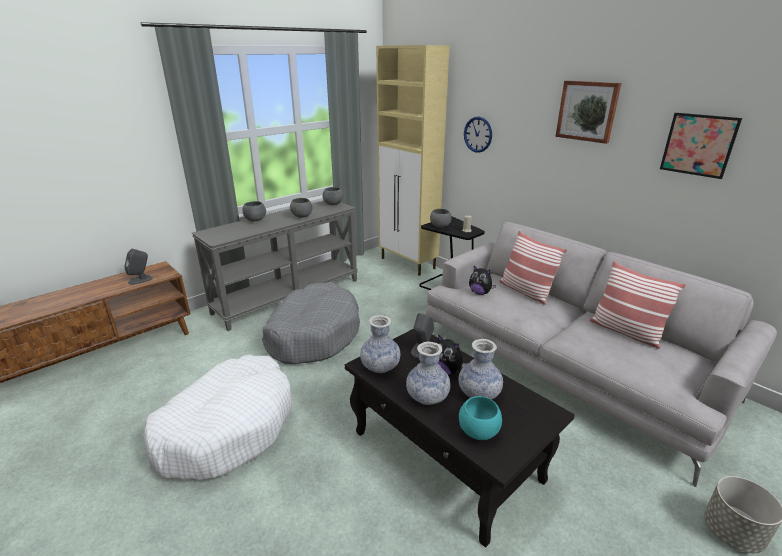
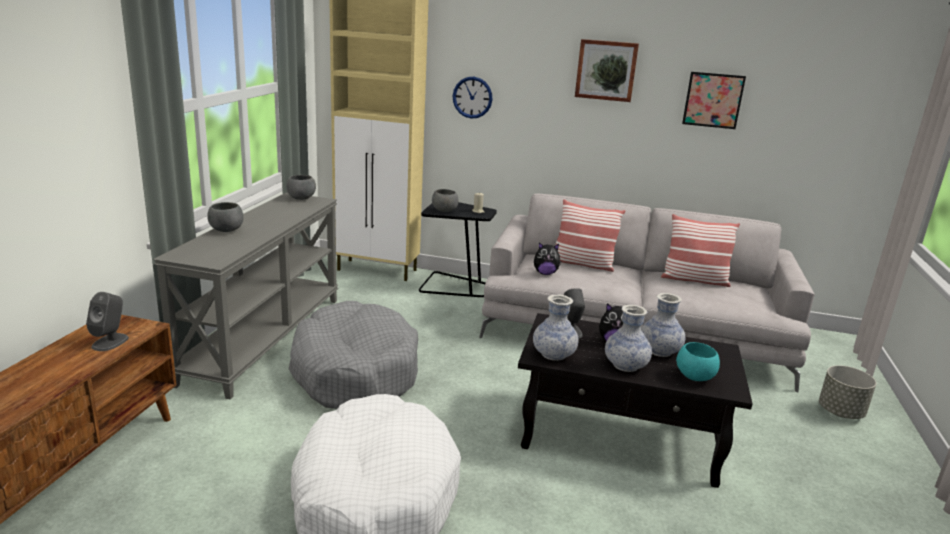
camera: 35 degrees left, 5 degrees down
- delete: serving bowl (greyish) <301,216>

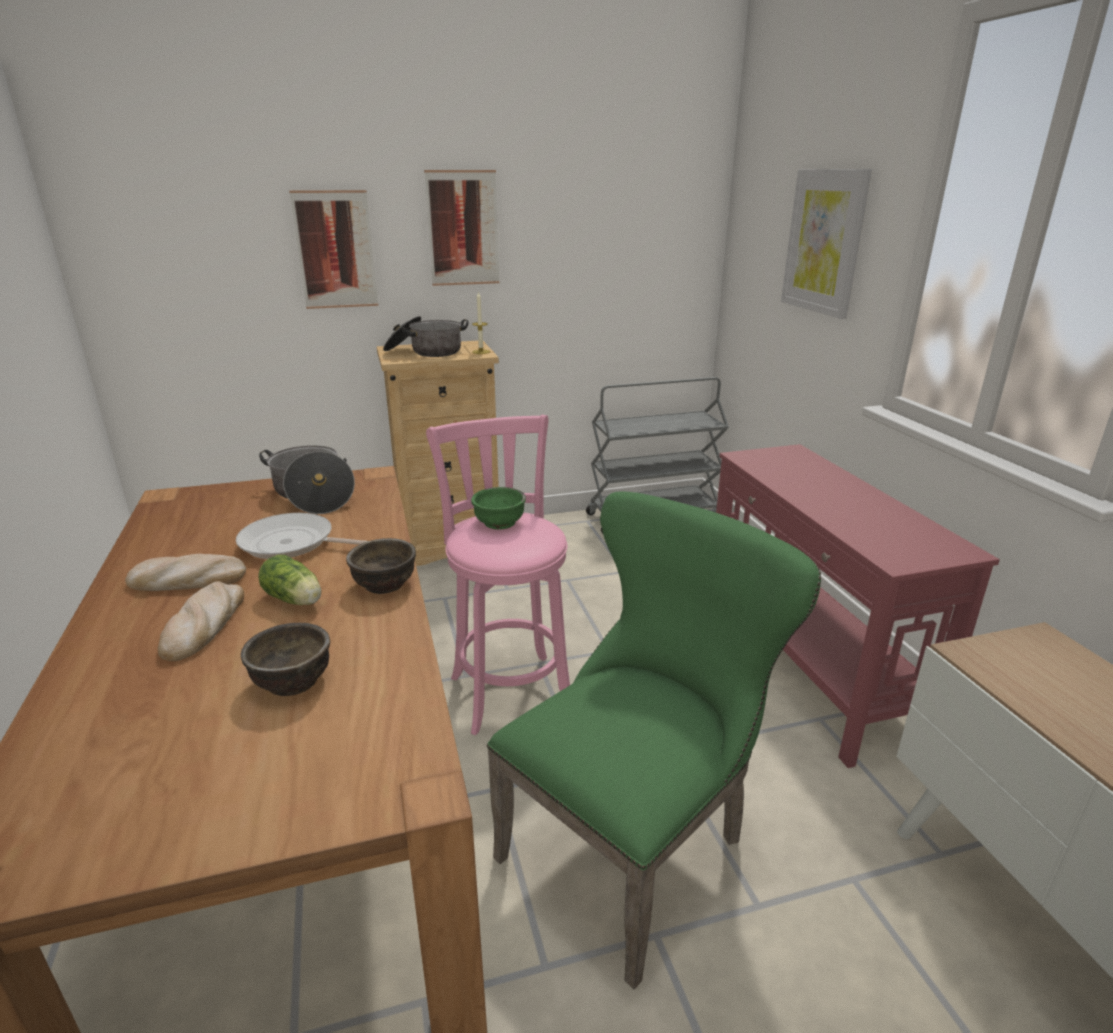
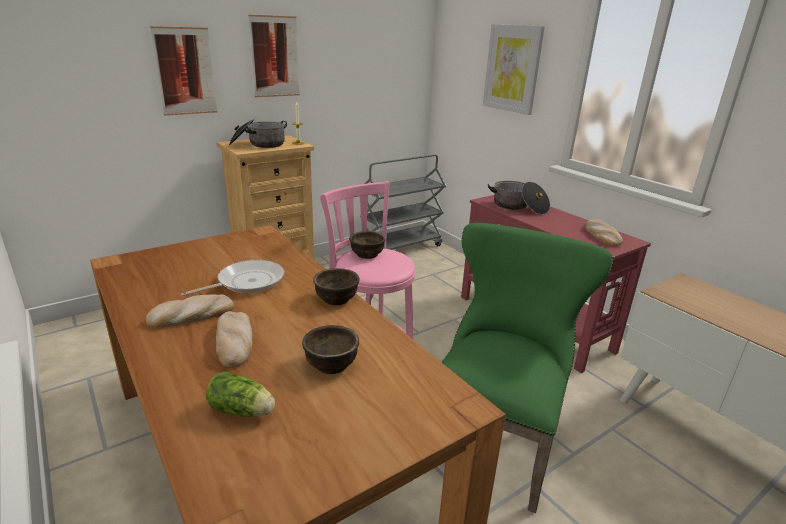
camera: 20 degrees left, 0 degrees up
- move: stockpot <312,495> to <518,207>
- recolor: serving bowl (green-coloured) <500,523> to serving bowl (brownish) <367,254>
- rotate: skillet <292,543> = <247,282> 150 degrees clockwise
- move: lettuce head <295,600> to <243,411>
- insert: bakery bread <601,235>

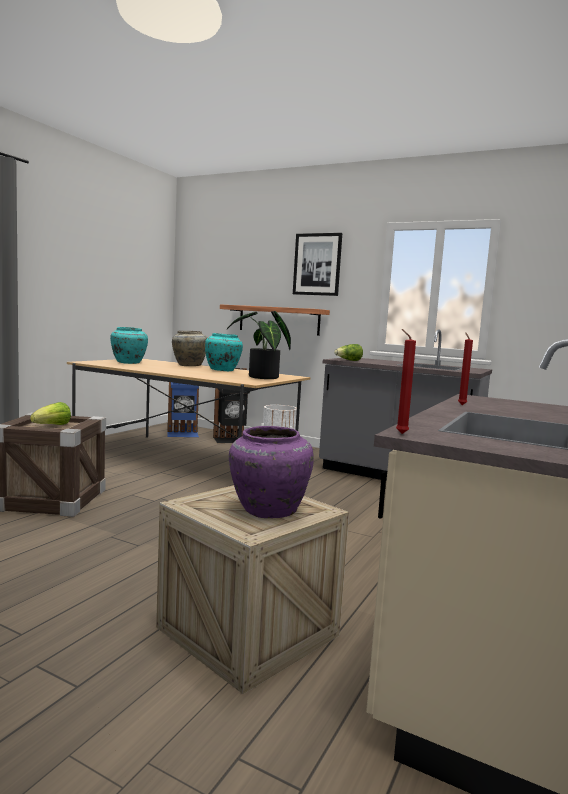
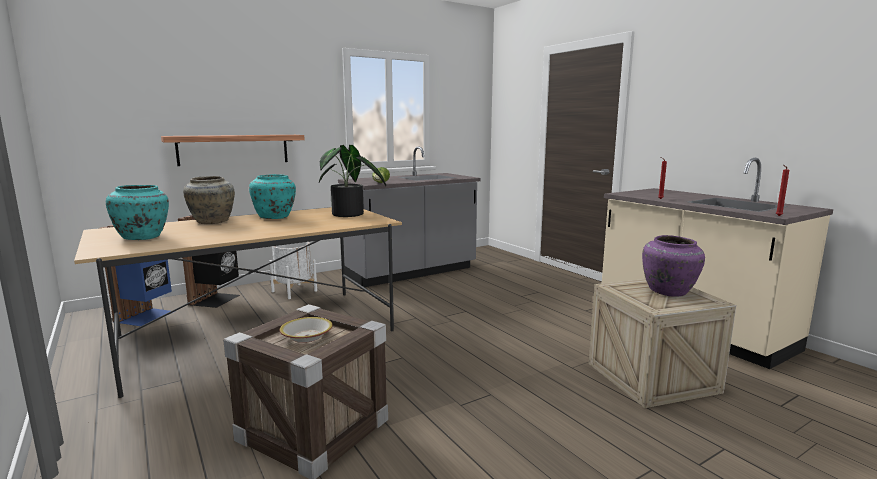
camera: 60 degrees left, 5 degrees up
- delete: picture <317,264>
- replace: lettuce head <52,426> to serving bowl <307,336>

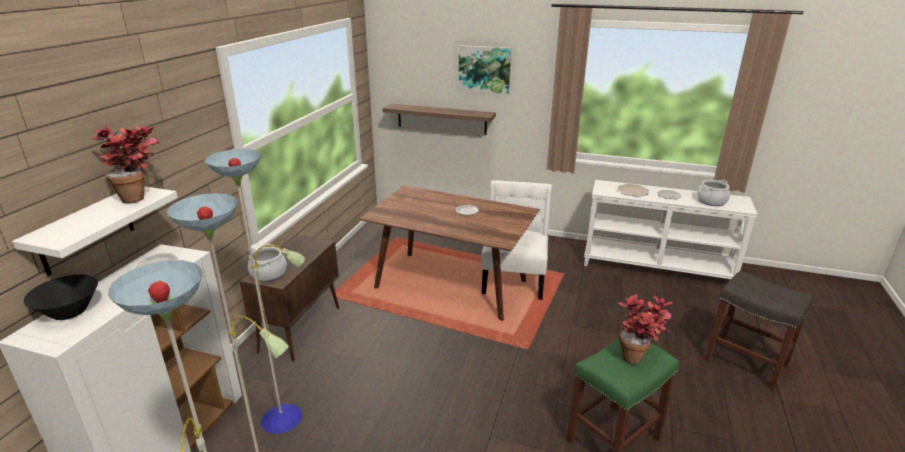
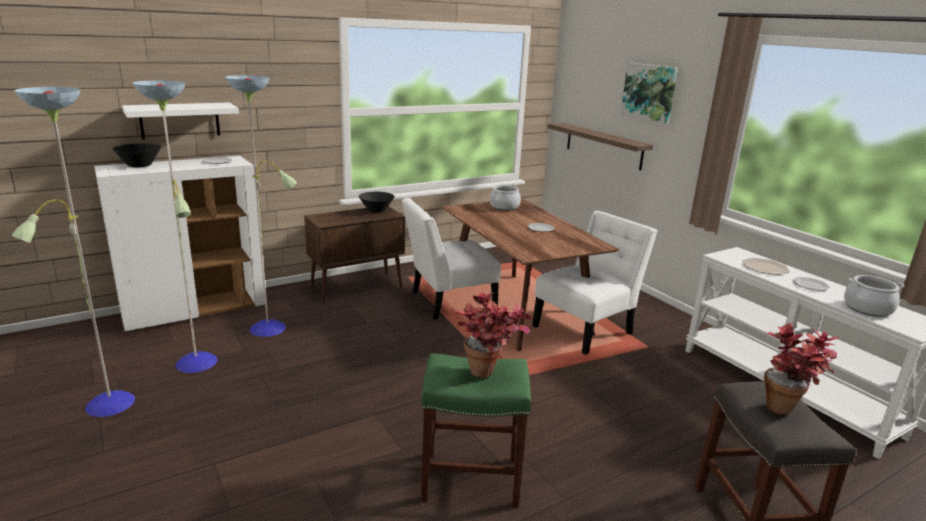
camera: 40 degrees right, 5 degrees down
- move: plant in a pot <142,197> to <787,408>
- move: stockpot <268,274> to <504,207>
- insert: serving bowl (black-coloured) <376,210>
- insert: upright chair (white-coloured) <448,302>

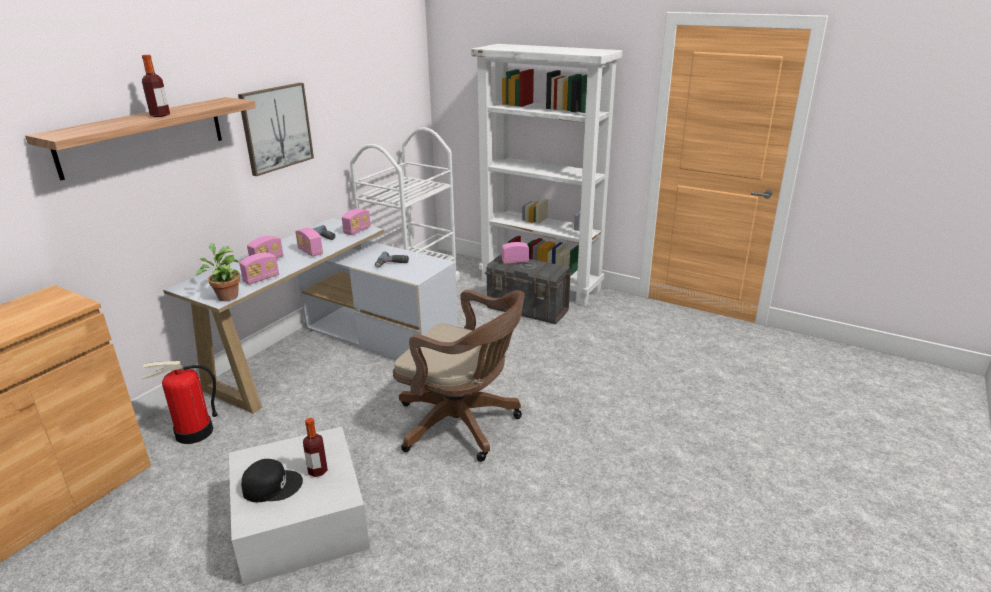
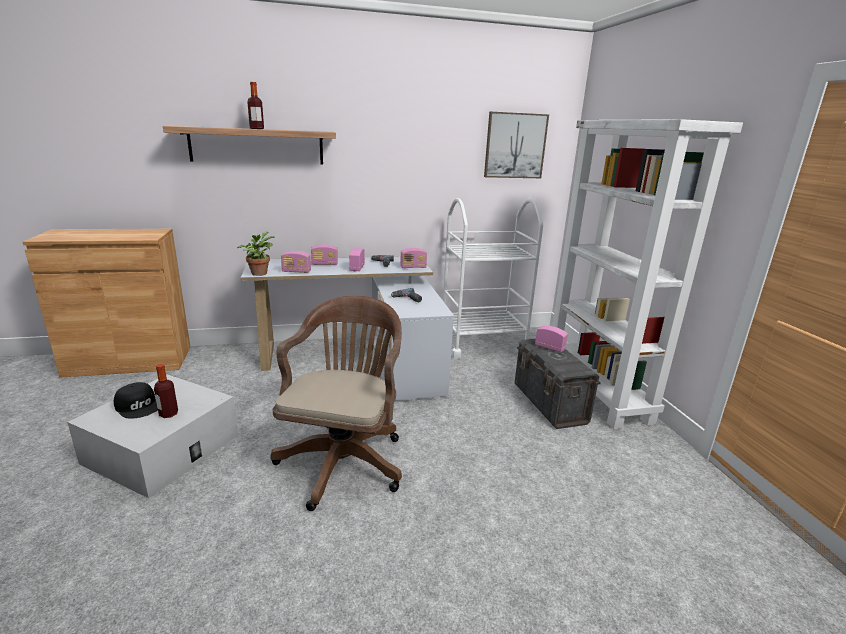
camera: 45 degrees right, 5 degrees down
- move: picture <276,128> to <515,146>
- rotate: desk chair (brownish) <463,425> = <344,459> 150 degrees counterclockwise
- delete: fire-fighting cylinder <194,433>

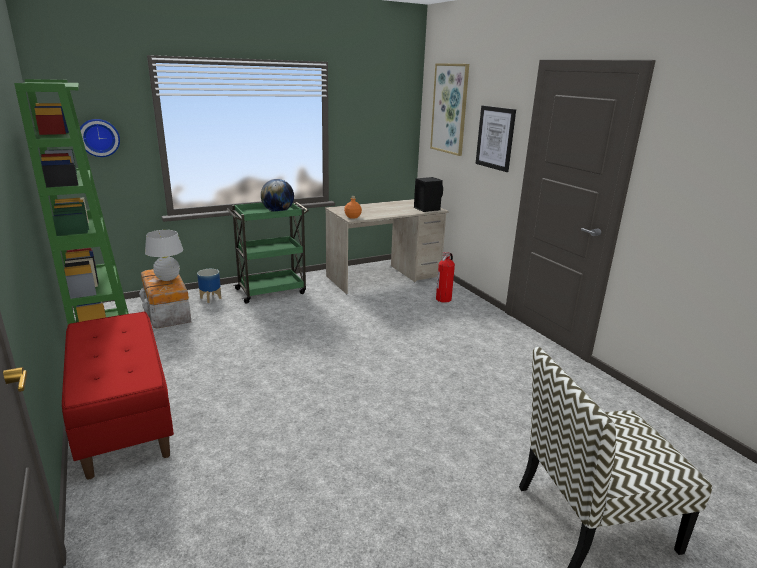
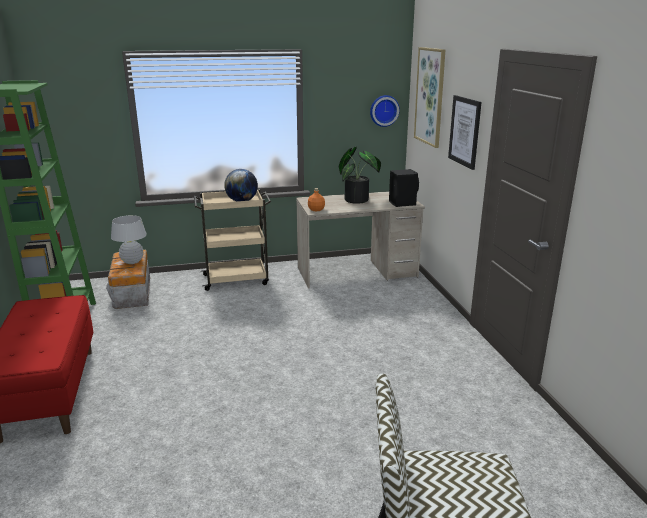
camera: 15 degrees right, 0 degrees up
- move: hanging clock <99,137> to <384,110>
- recolor: trolley (green-coloured) <272,291> to trolley (beige) <237,279>
- delete: fire-fighting cylinder <444,299>
- delete: plant pot <211,298>
- insert: plant in a pot <359,200>

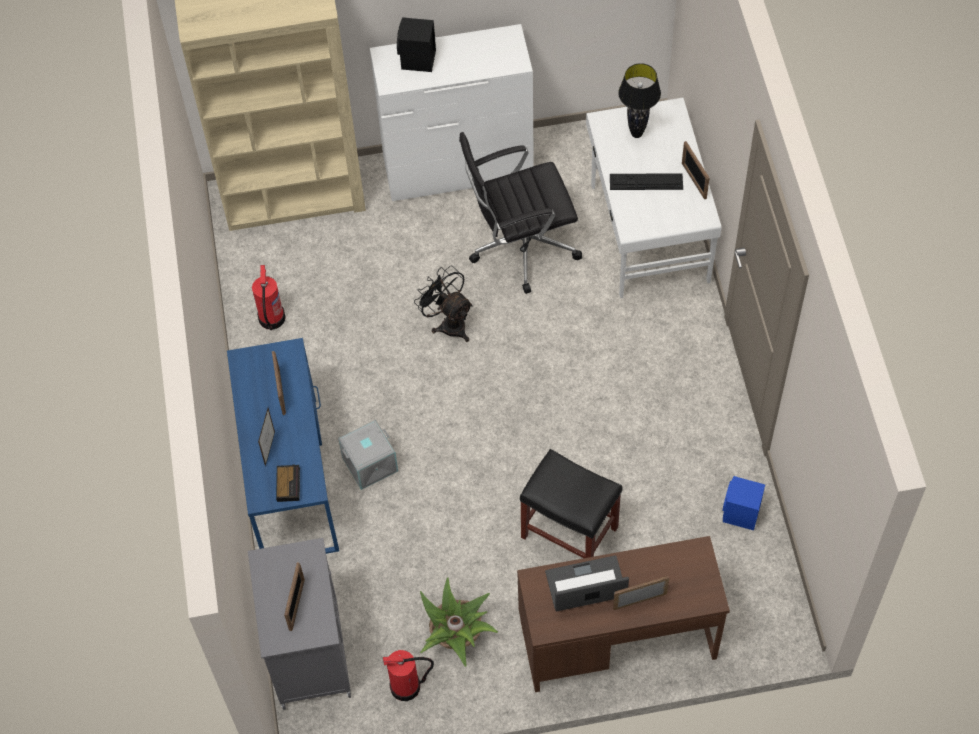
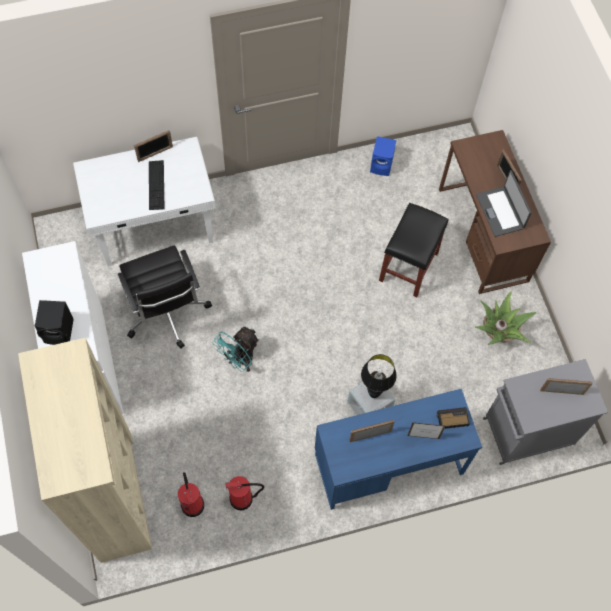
camera: 100 degrees left, 5 degrees up
- move: lamp for a table (black-coloured) <636,134> to <374,394>
- recolor: fan (black-coloured) <448,323> to fan (turquoise-coloured) <240,360>
- move: fire-fighting cylinder <406,686> to <193,504>

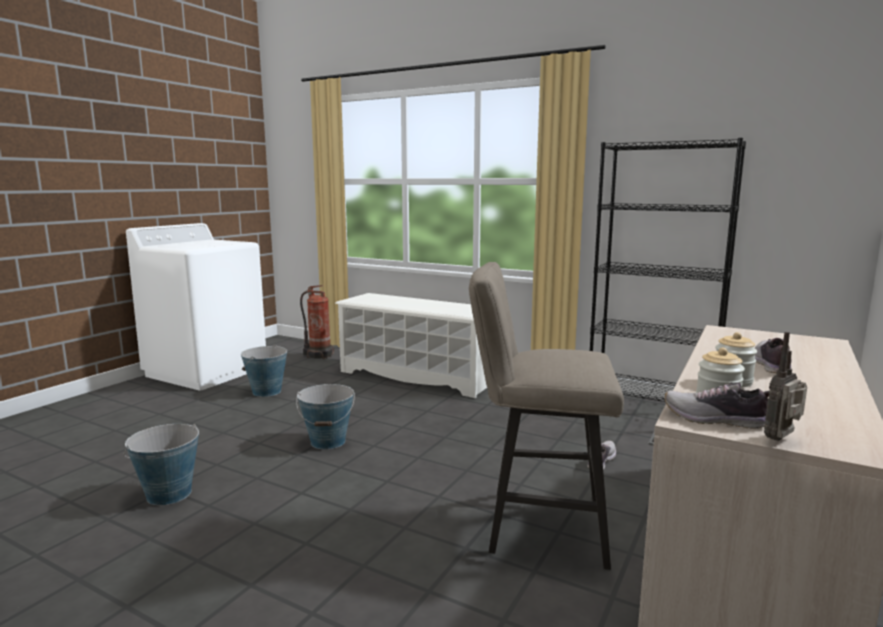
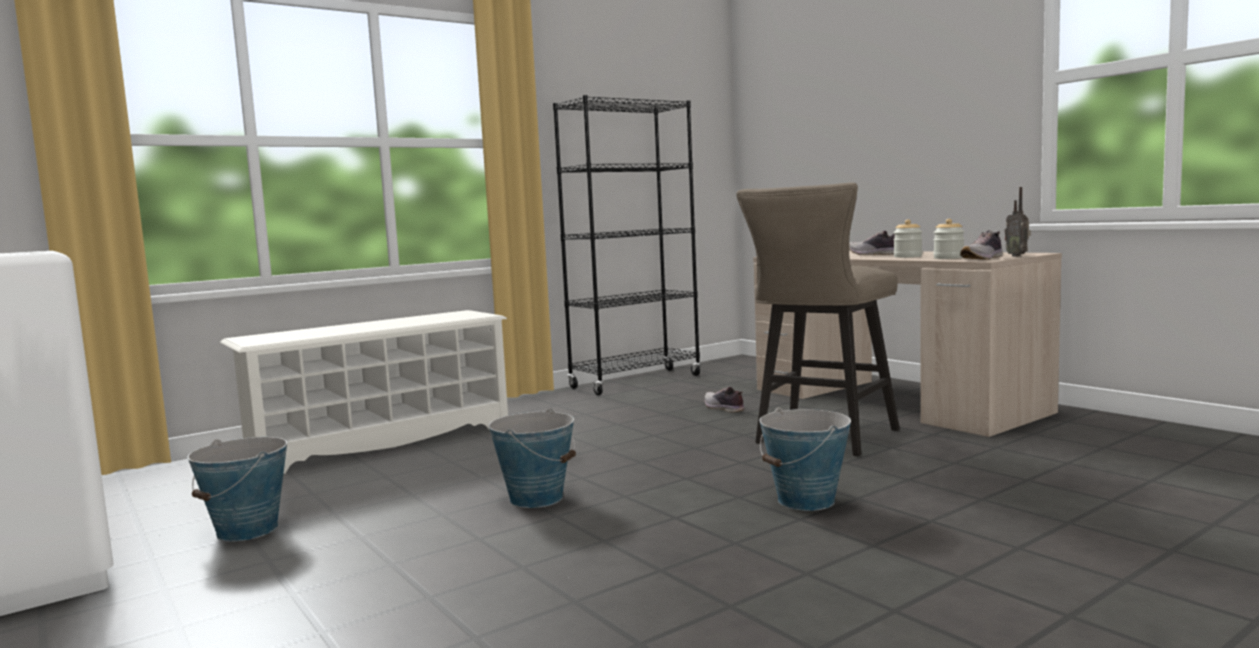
camera: 65 degrees left, 5 degrees down
- delete: fire-fighting cylinder <319,355>
- move: bucket <168,494> to <806,500>

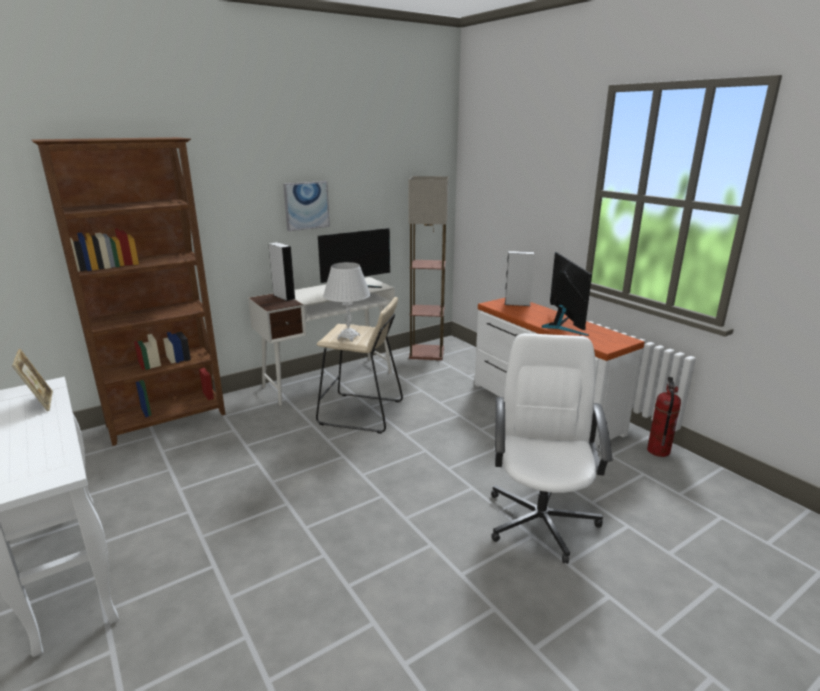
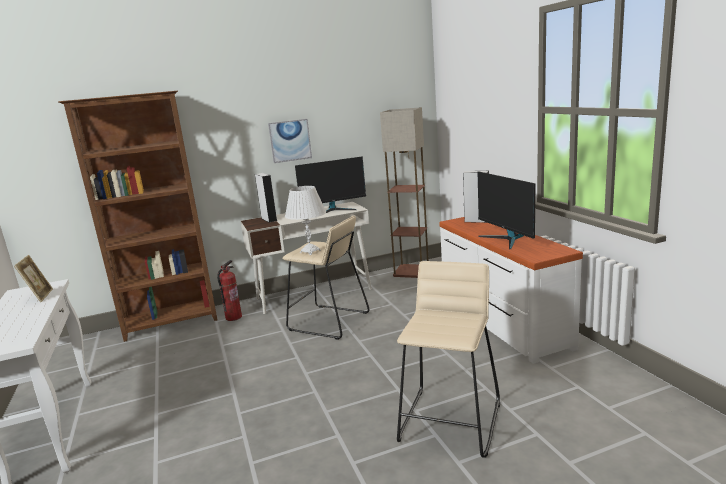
camera: 15 degrees right, 5 degrees down
- rotate: computer display <562,326> = <506,239> 150 degrees clockwise
- replace: desk chair (white-coloured) <541,519> to stool (beige) <450,421>
- move: fire-fighting cylinder <657,451> to <233,317>

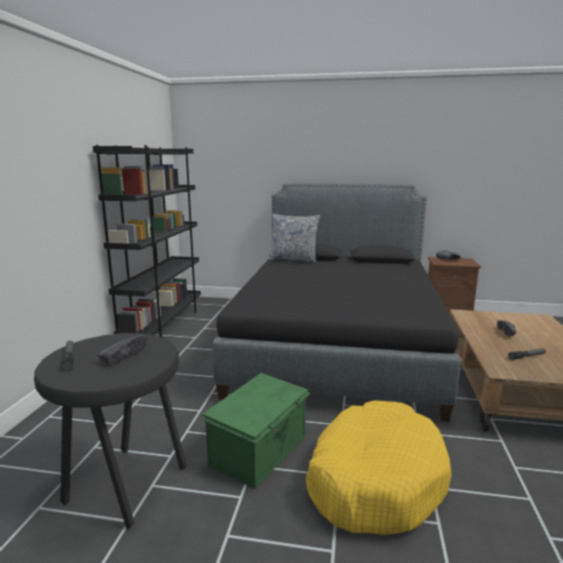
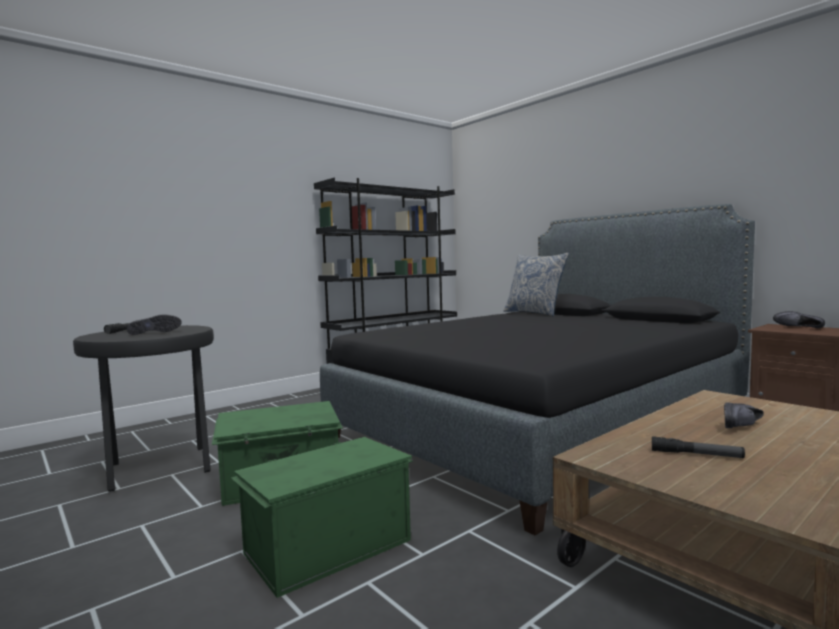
camera: 40 degrees right, 10 degrees down
- replace: dog bed (yellow) <375,479> to storage bin (green-coloured) <326,546>

